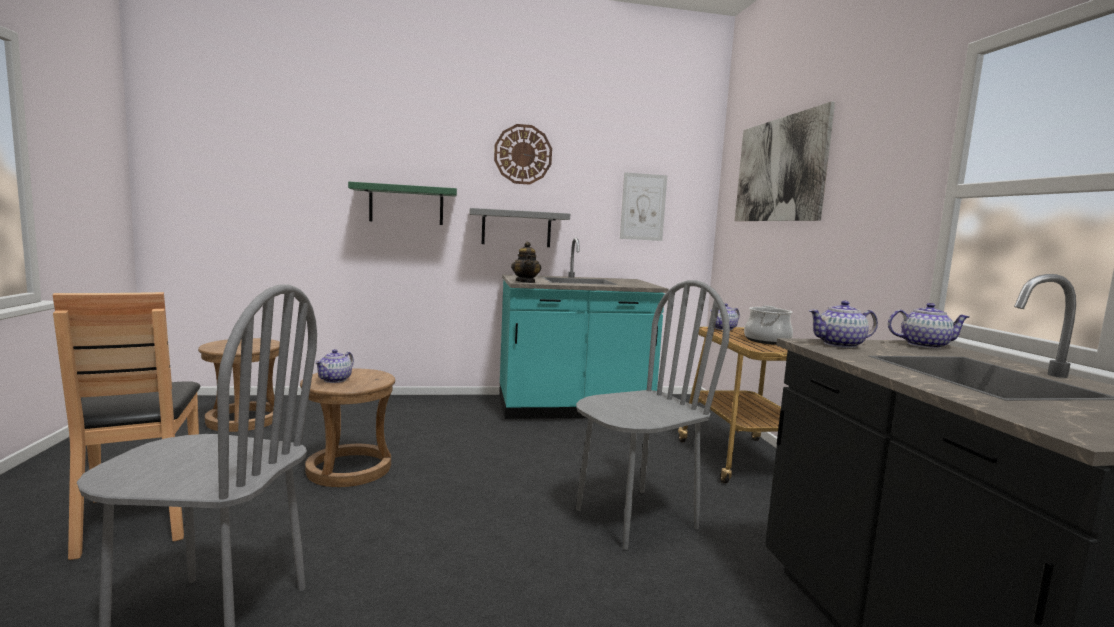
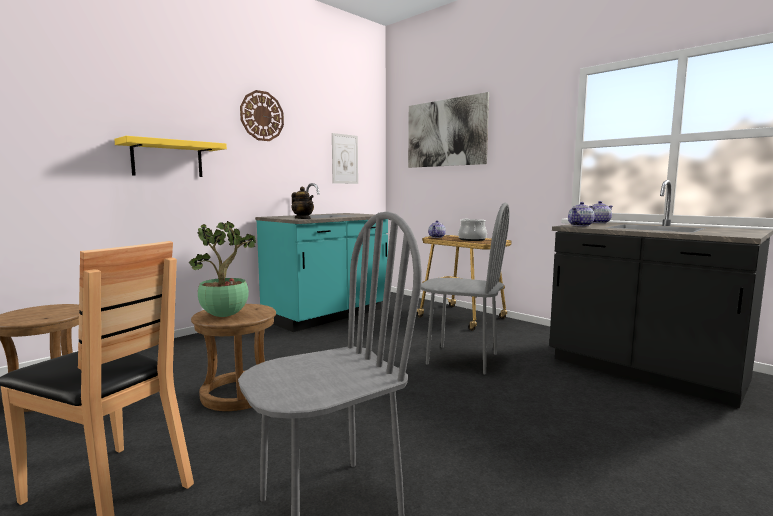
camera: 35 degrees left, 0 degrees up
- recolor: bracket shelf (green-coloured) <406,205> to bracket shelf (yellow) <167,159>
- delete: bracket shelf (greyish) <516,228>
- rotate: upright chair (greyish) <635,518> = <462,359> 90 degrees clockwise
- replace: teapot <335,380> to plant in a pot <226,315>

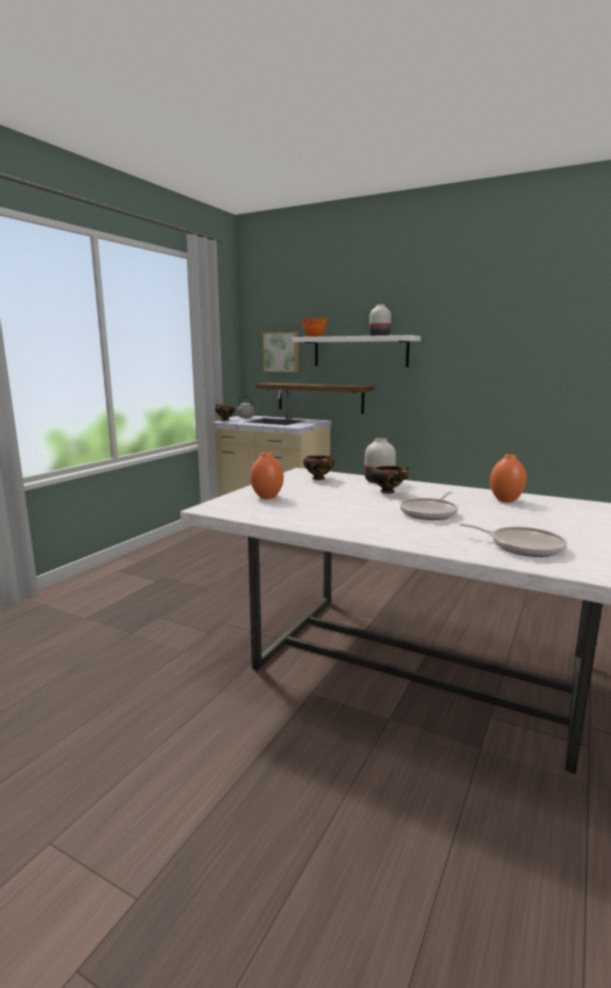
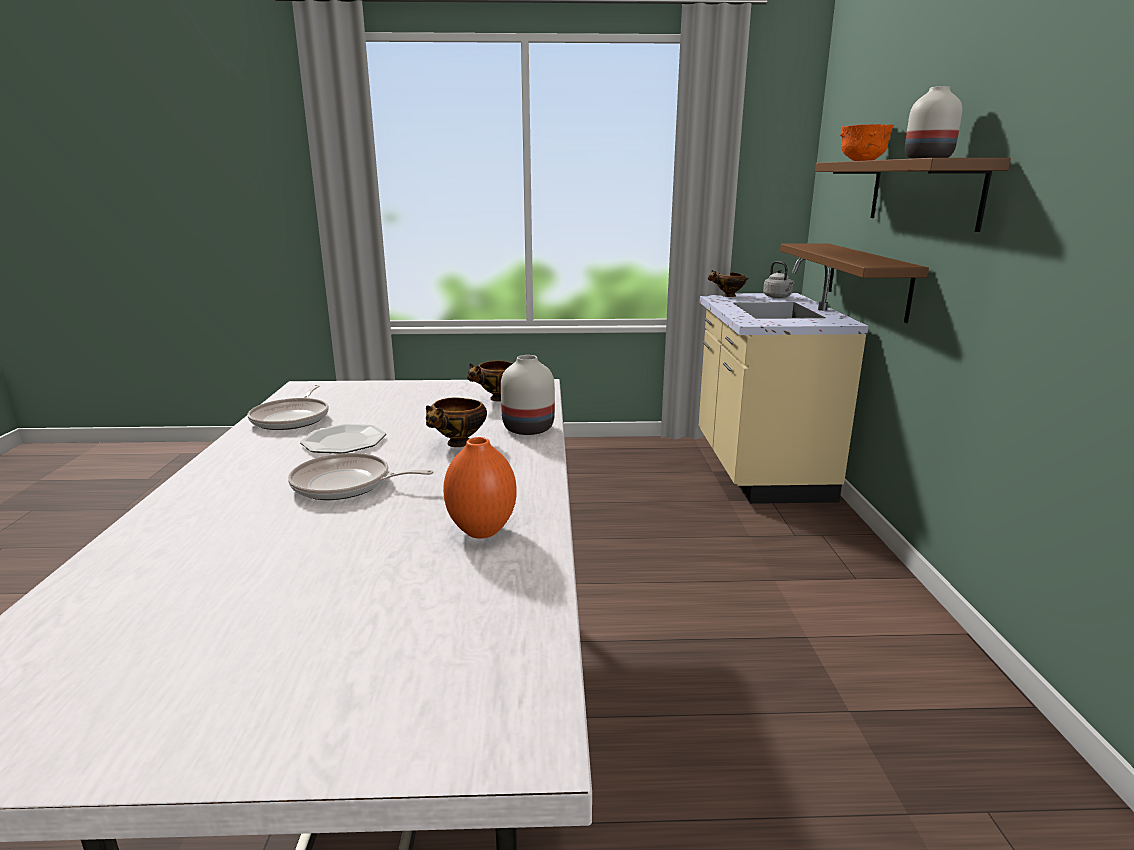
camera: 60 degrees right, 5 degrees up
- delete: picture <281,352>
- recolor: bracket shelf (white-coloured) <360,351> to bracket shelf (brownish) <923,192>
- delete: decorative vase (orangey) <267,497>
- move: skillet <522,546> to <292,418>
- insert: flat dish <344,441>

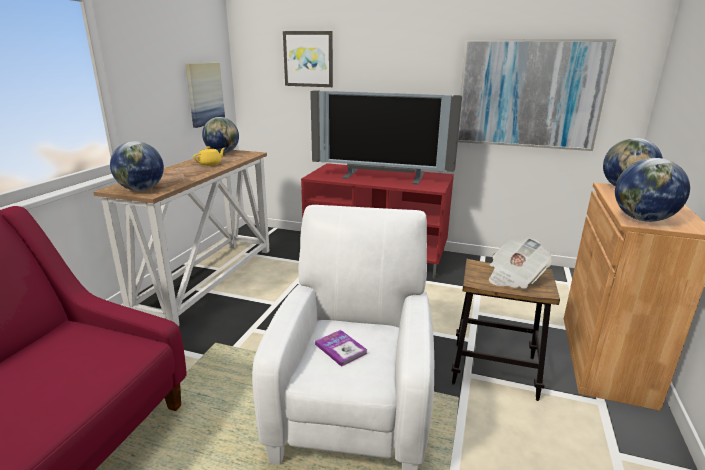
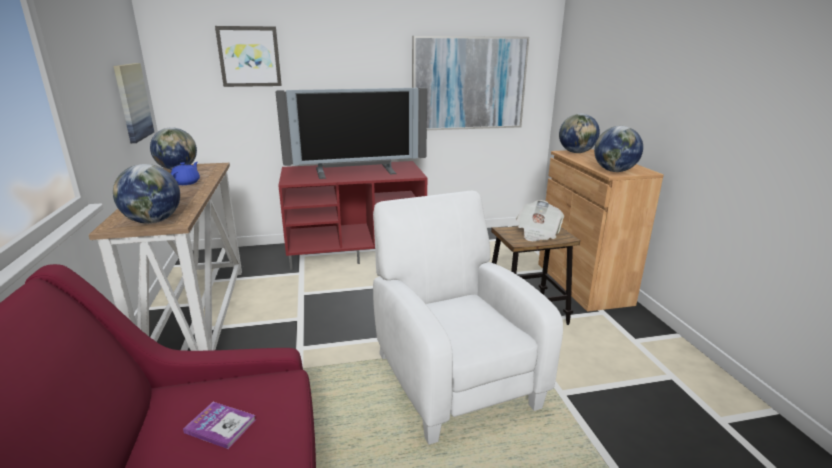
camera: 30 degrees left, 0 degrees up
- recolor: teapot (yellow) <210,164> to teapot (blue-coloured) <187,182>
- move: book <341,349> to <220,426>

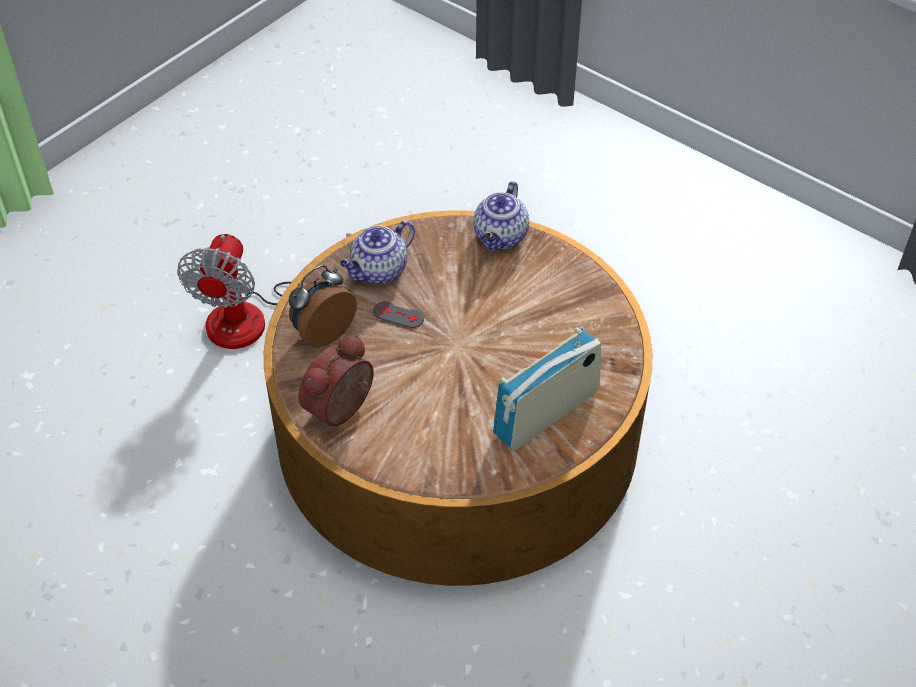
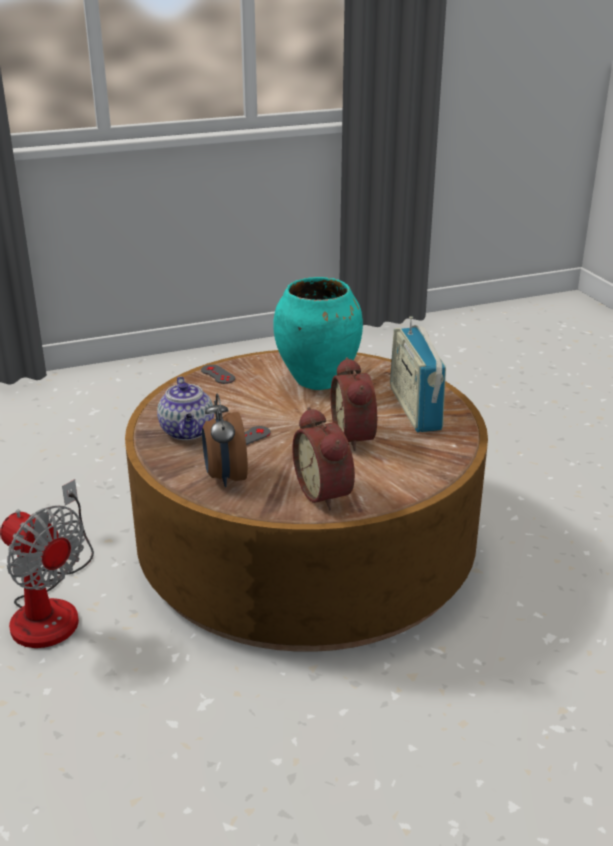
camera: 60 degrees left, 20 degrees down
- replace: teapot <501,238> to game controller (greyish) <218,374>
- insert: decorative vase (turquoise-coloured) <319,381>
- insert: bedside clock <357,436>

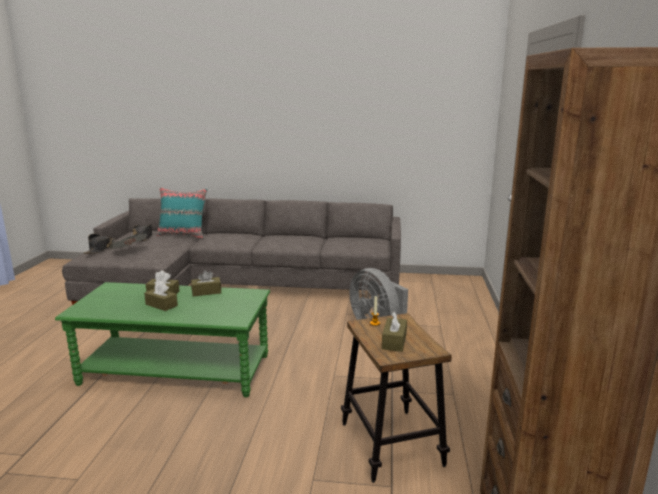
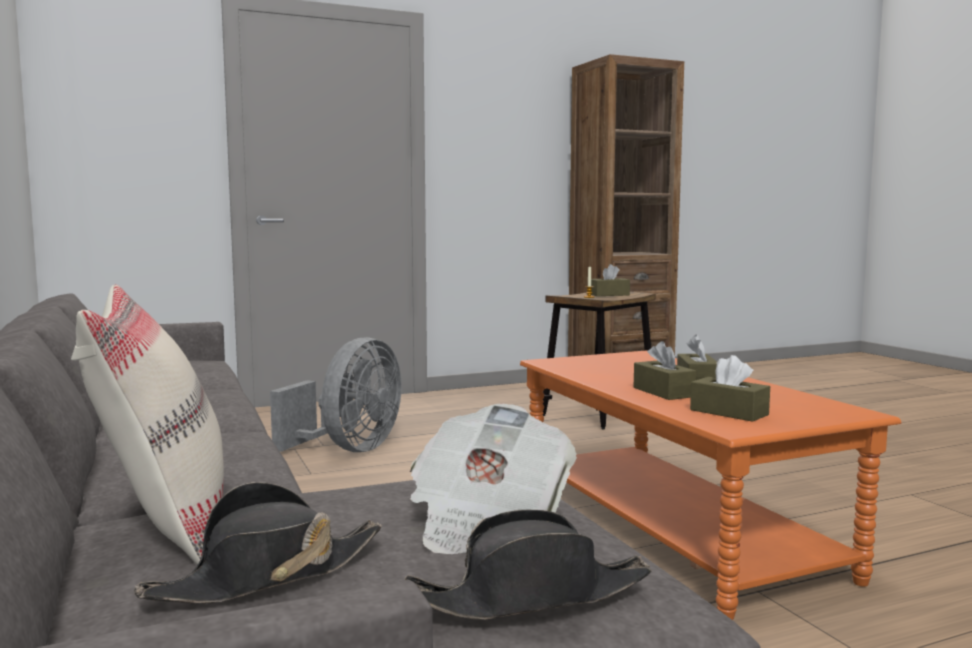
camera: 120 degrees left, 10 degrees down
- recolor: throw pillow (turquoise-coloured) <183,235> to throw pillow (beige) <163,524>
- move: tissue box (brownish) <206,292> to <729,412>
- recolor: coffee table (green-coloured) <176,370> to coffee table (orangey) <673,528>

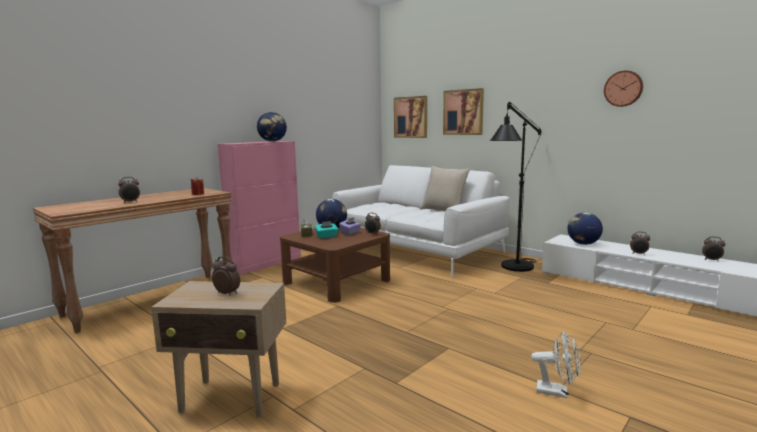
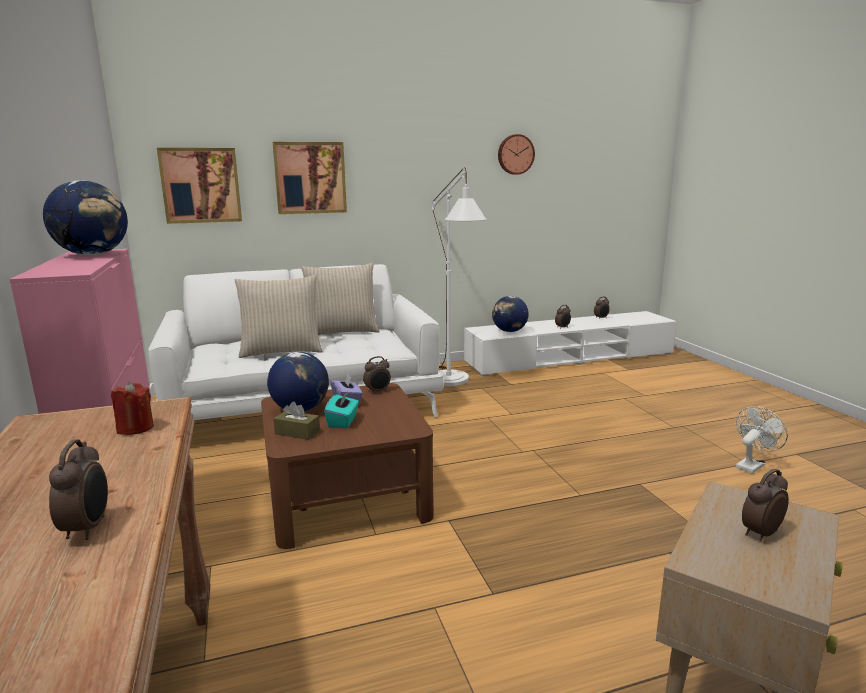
camera: 60 degrees left, 5 degrees up
- recolor: standing lamp (black-coloured) <512,268> to standing lamp (white-coloured) <452,383>
- insert: throw pillow (beige) <281,351>

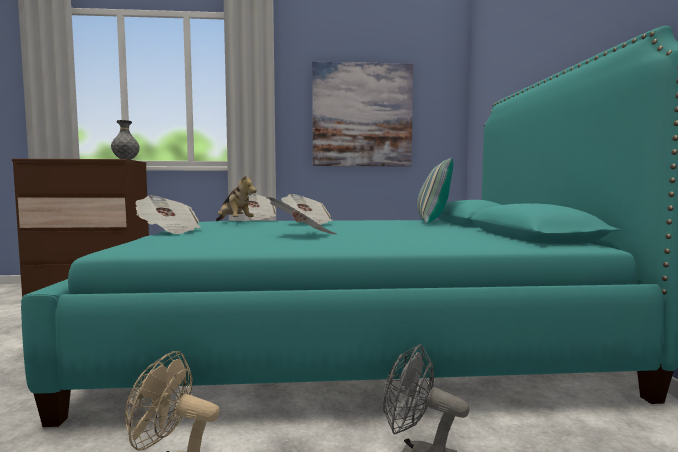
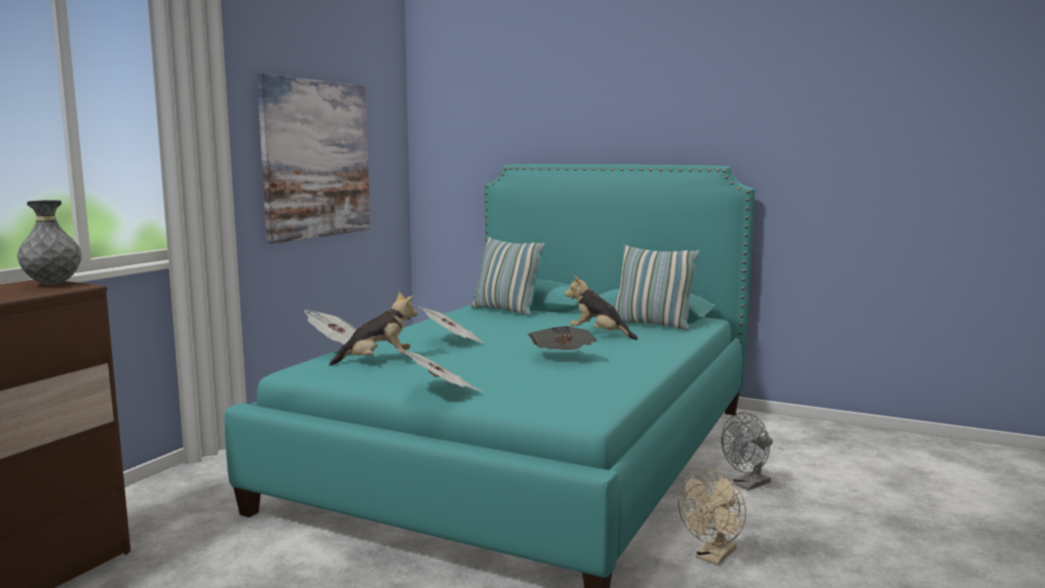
camera: 60 degrees left, 5 degrees up
- insert: throw pillow <652,325>
- insert: plush toy <599,335>

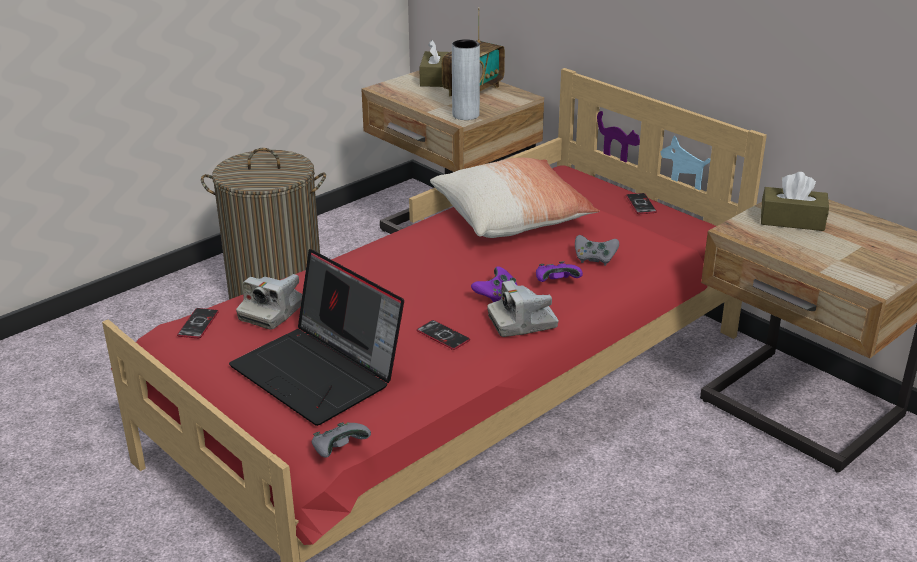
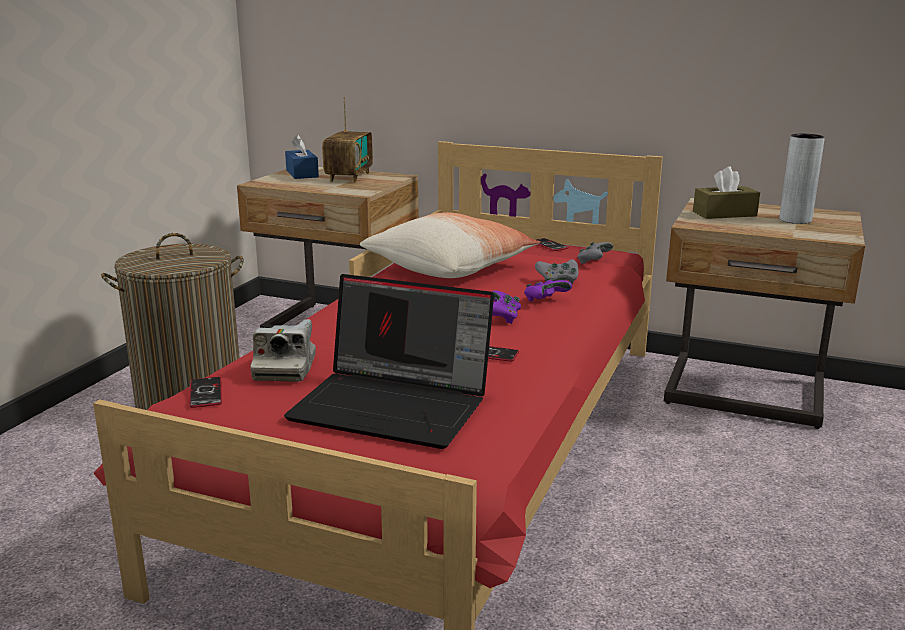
camera: 25 degrees left, 10 degrees down
- move: decorative vase (greyish) <465,115> to <795,220>
- recolor: tissue box (brownish) <434,78> to tissue box (blue-coloured) <302,173>
- delete: photo camera <522,323>
- move: game controller (greyish) <339,450> to <593,262>

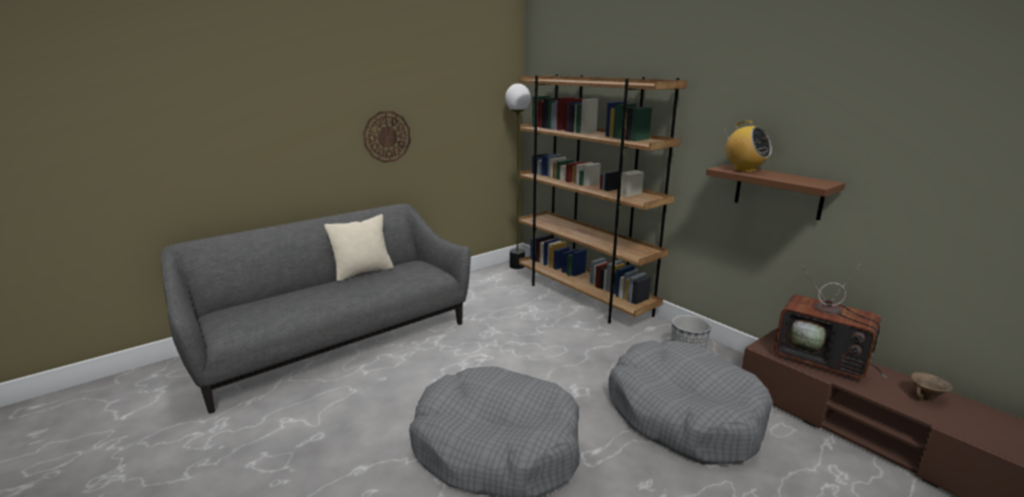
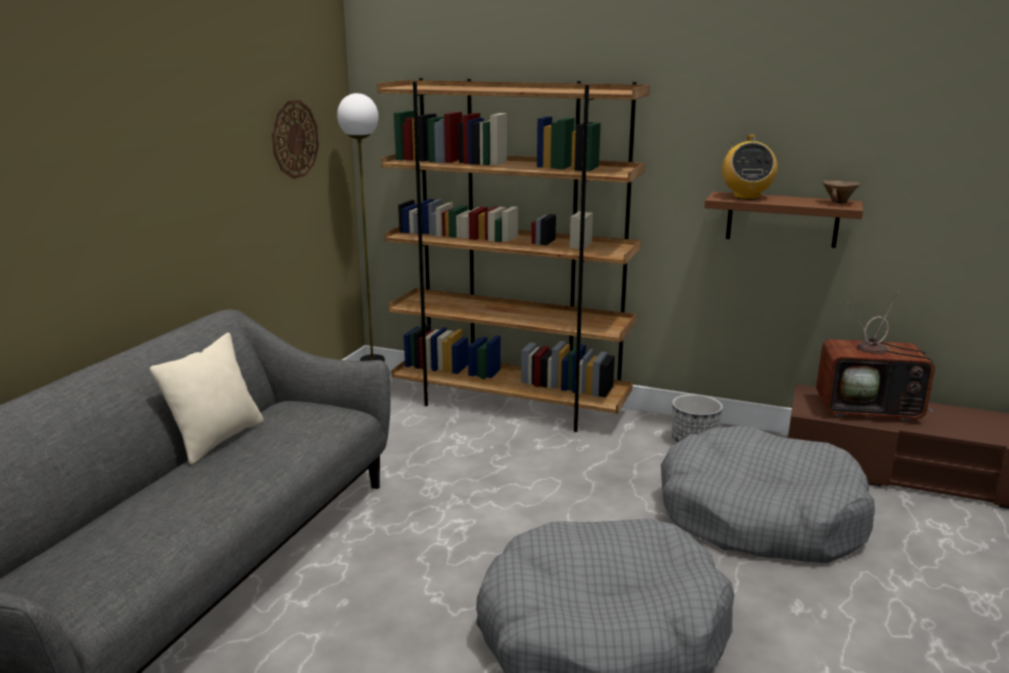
camera: 30 degrees left, 0 degrees up
- move: hanging clock <387,136> to <294,139>
- rotate: radio <744,170> = <746,197> 75 degrees clockwise
- move: serving bowl (brownish) <926,397> to <839,203>

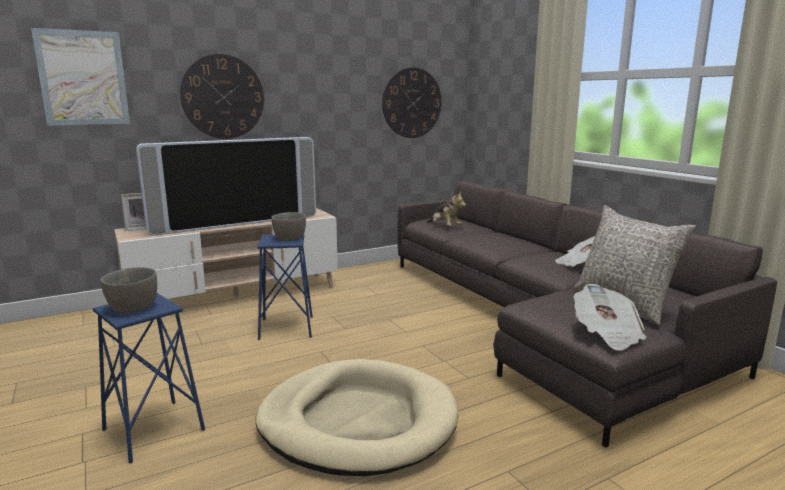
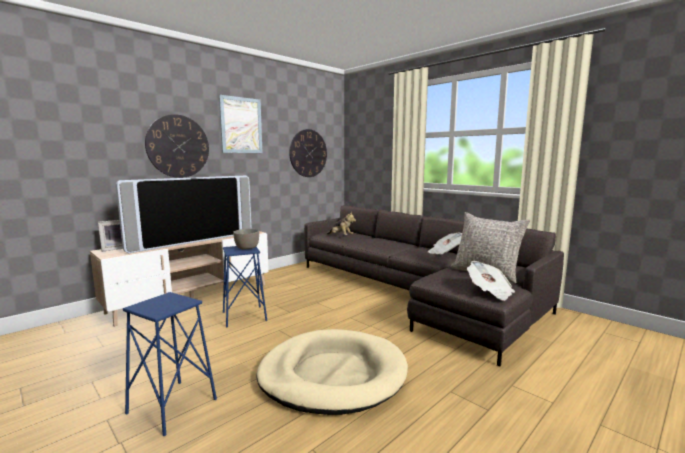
camera: 15 degrees left, 5 degrees down
- move: picture <83,78> to <241,125>
- delete: serving bowl (greyish) <132,308>

